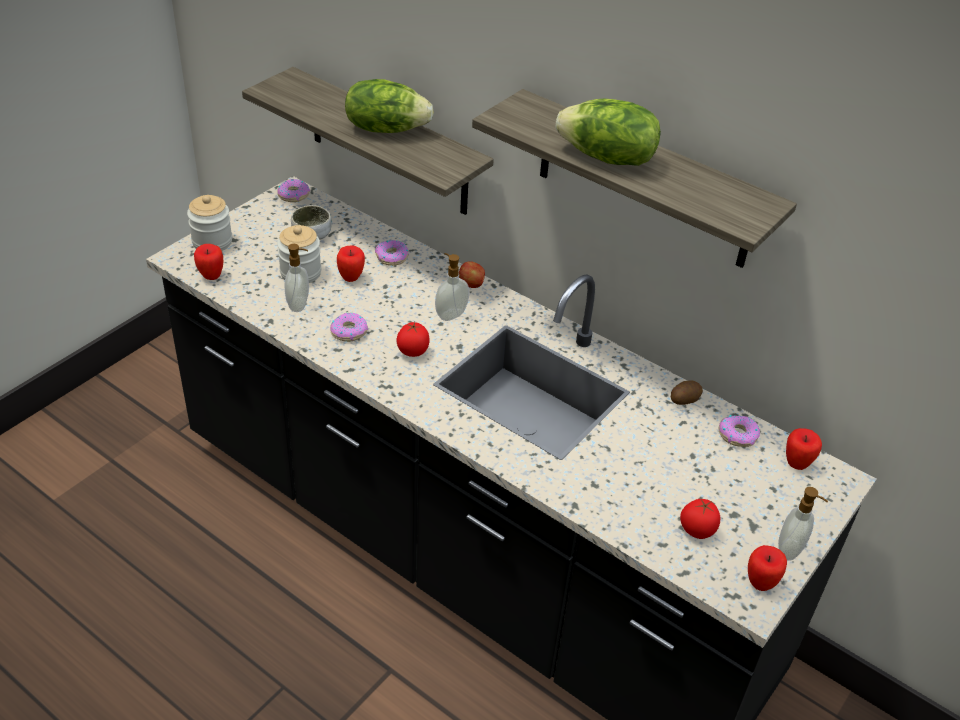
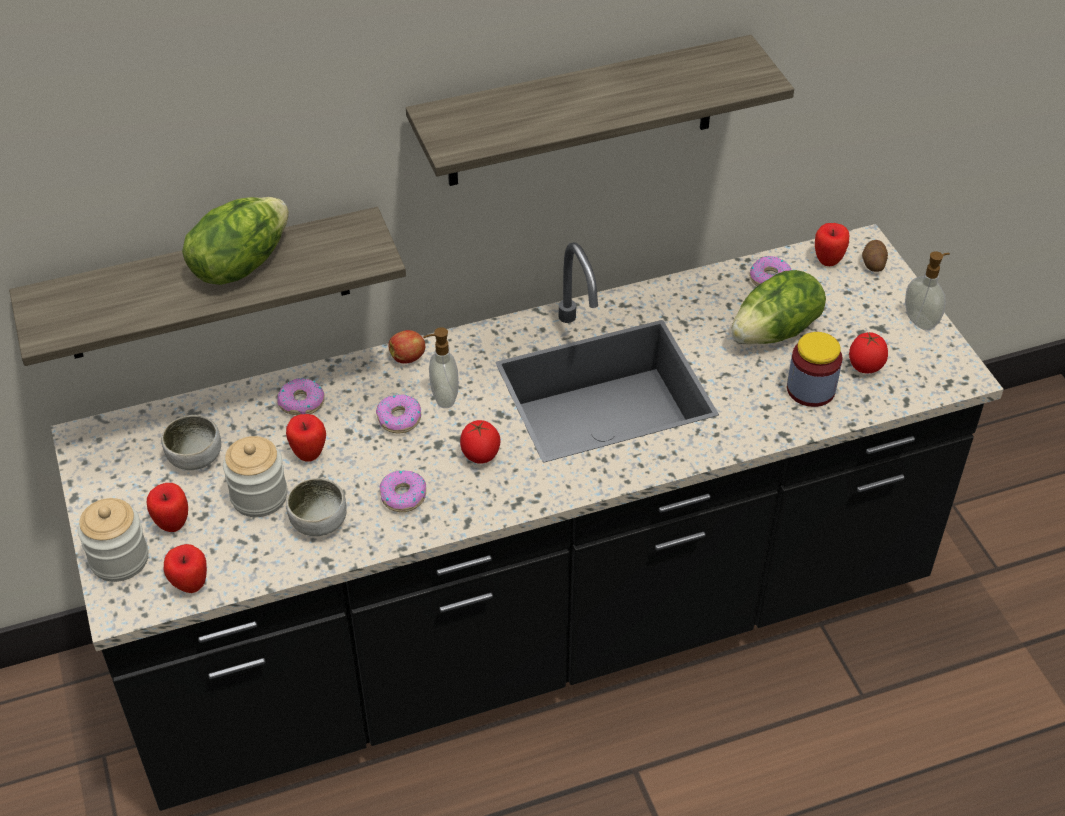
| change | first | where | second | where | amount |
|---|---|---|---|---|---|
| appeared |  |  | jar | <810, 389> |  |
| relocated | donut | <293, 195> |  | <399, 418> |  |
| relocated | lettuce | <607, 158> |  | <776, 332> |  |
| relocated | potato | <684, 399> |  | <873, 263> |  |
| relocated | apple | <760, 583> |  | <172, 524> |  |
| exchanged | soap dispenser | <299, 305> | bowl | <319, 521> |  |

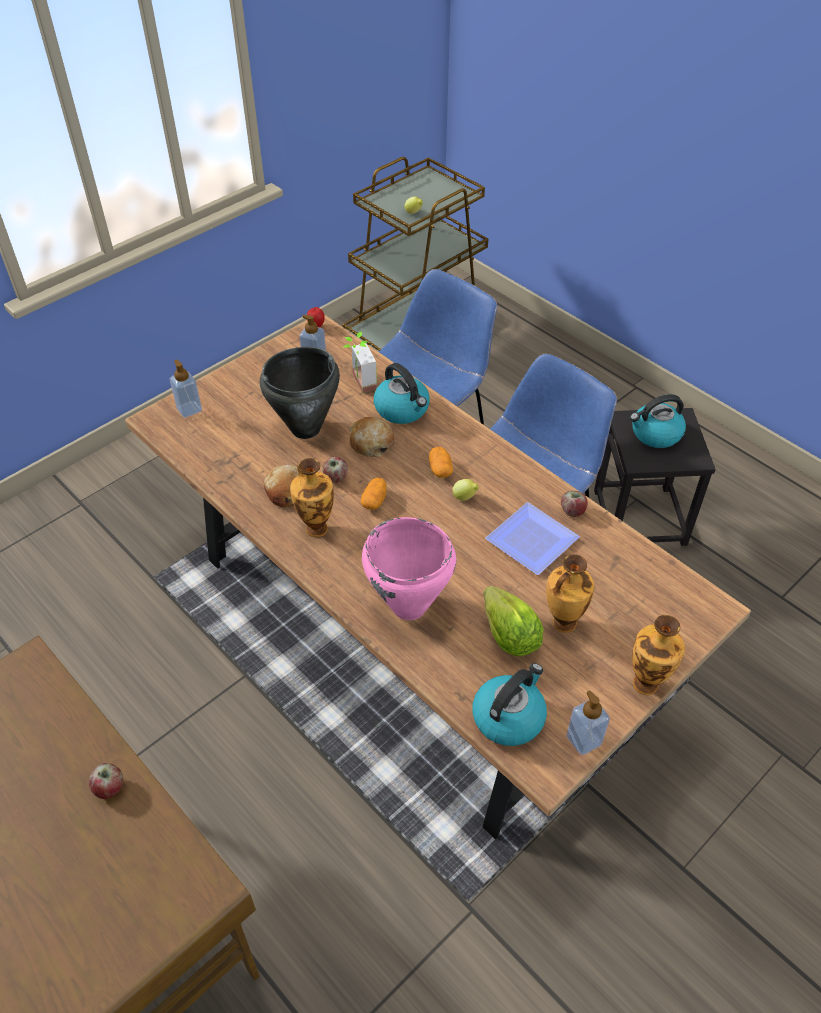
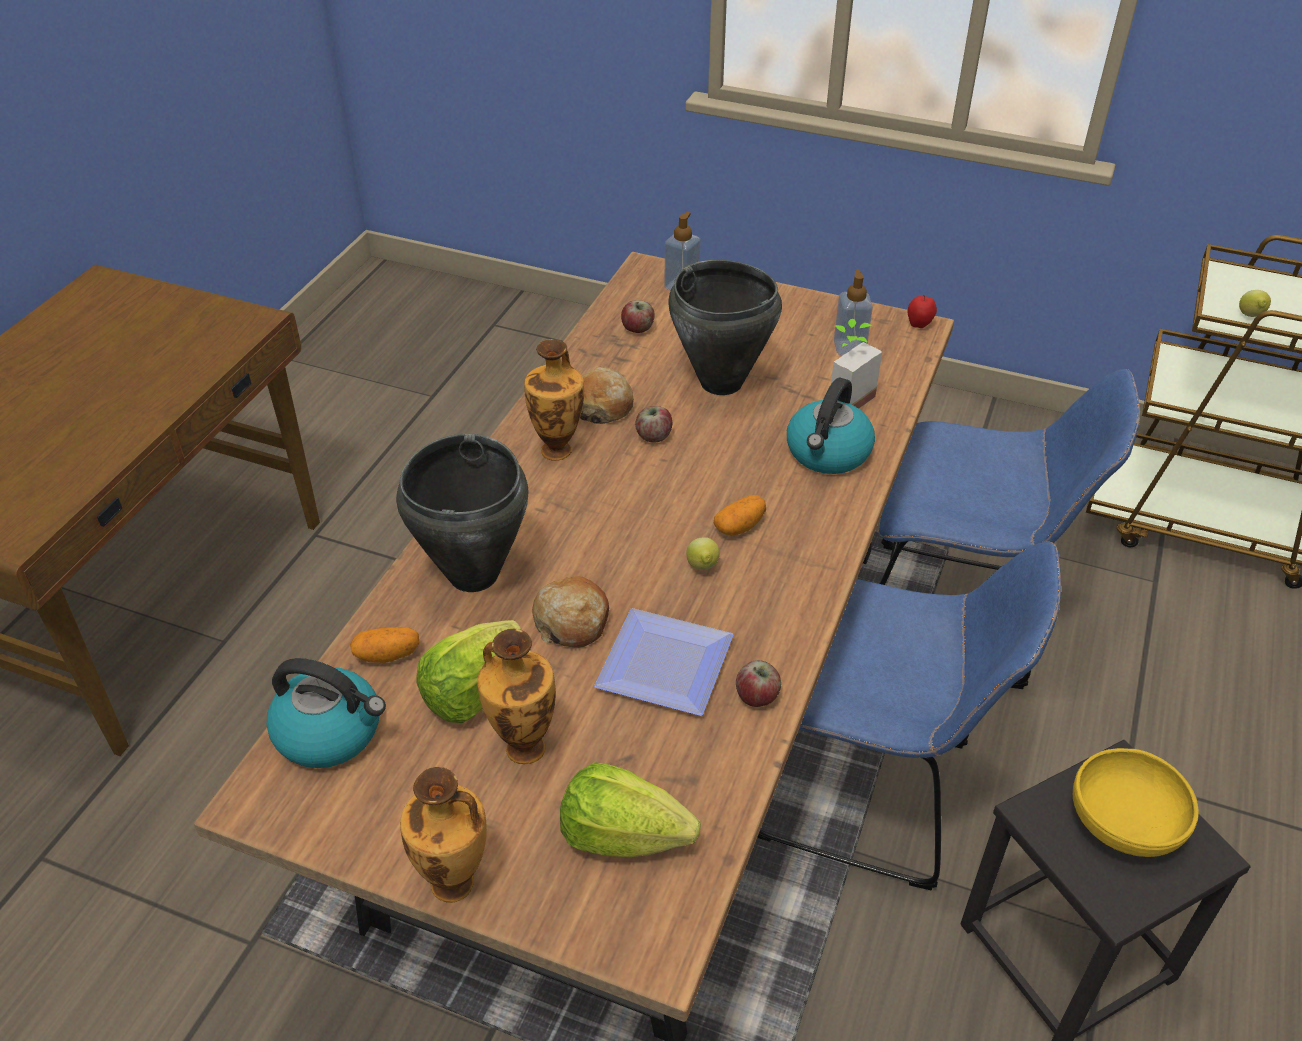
| change | first | where | second | where | amount |
|---|---|---|---|---|---|
| missing | soap dispenser | <584, 740> |  |  |  |
| appeared |  |  | lettuce | <623, 835> |  |
| relocated | apple | <110, 788> |  | <638, 329> |  |
| relocated | bread | <371, 442> |  | <572, 621> |  |
| relocated | potato | <374, 500> |  | <387, 654> |  |
| exchanged | kettle | <655, 434> | bowl (yellow) | <1125, 822> |  |
| colour | cooking pot (pink) | <409, 607> | cooking pot (black) | <472, 575> |  |

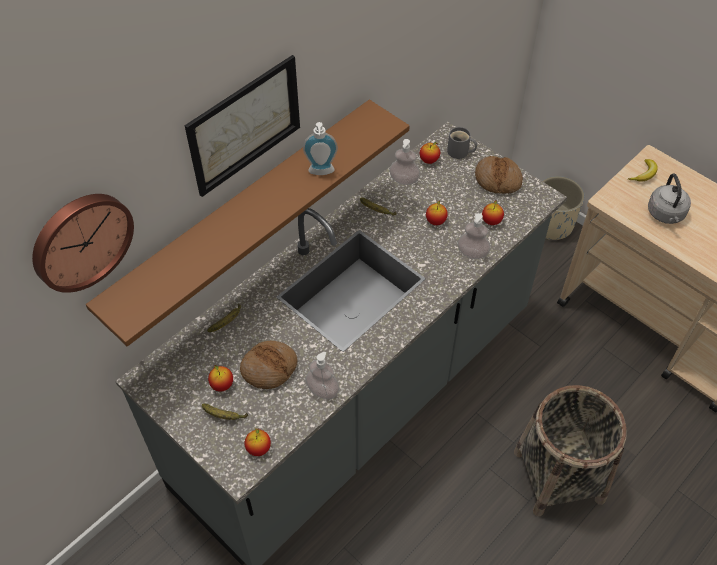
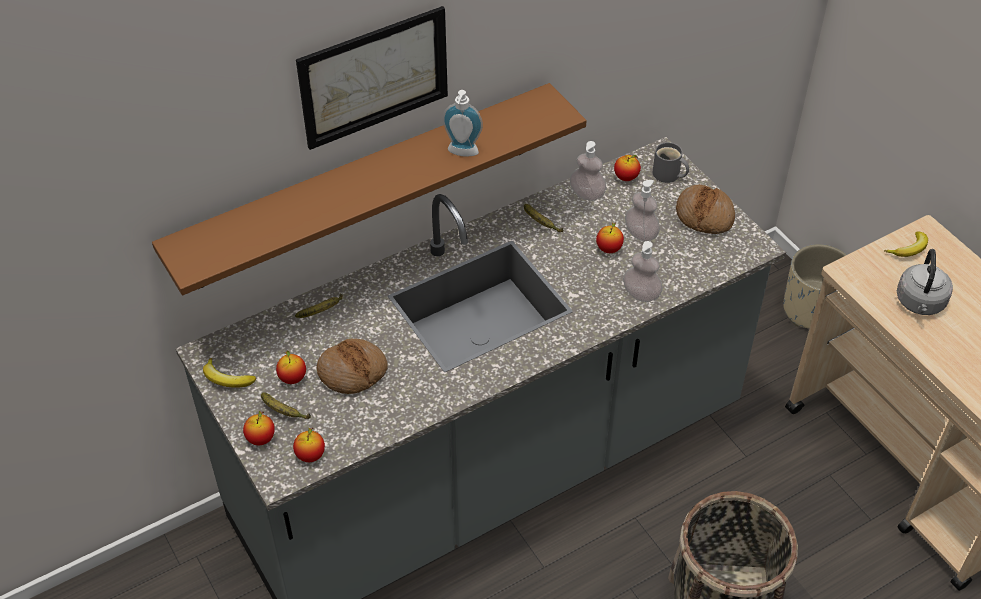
| change | first | where | second | where | amount |
|---|---|---|---|---|---|
| missing | wall clock | <80, 240> |  |  |  |
| appeared |  |  | banana | <227, 379> |  |
| relocated | soap dispenser | <322, 390> |  | <640, 233> |  |
| relocated | apple | <491, 221> |  | <261, 439> |  |

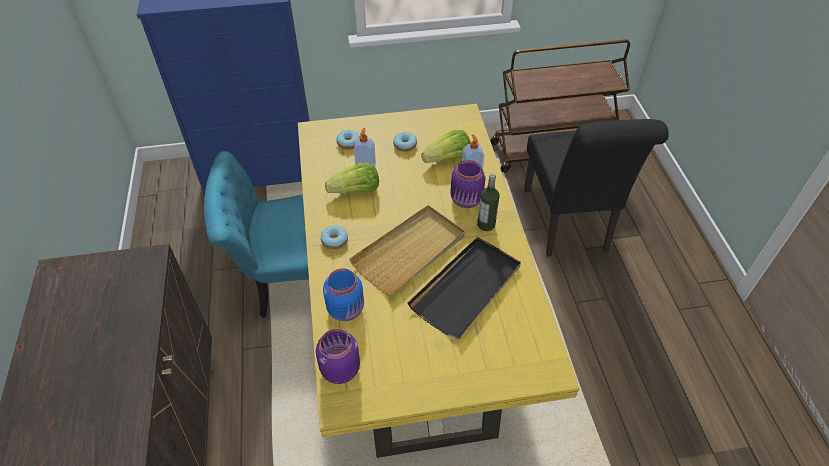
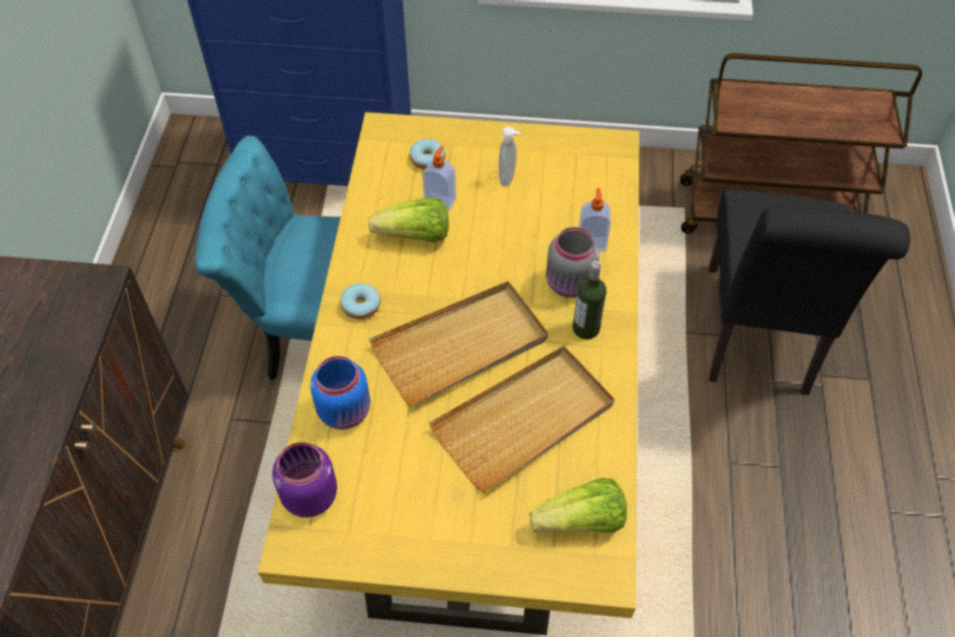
| change | first | where | second | where | amount |
|---|---|---|---|---|---|
| relocated | lettuce | <448, 159> |  | <582, 522> |  |
| exchanged | donut | <405, 145> | soap dispenser | <508, 178> |  |
| colour | tray (black) | <467, 288> | tray (beige) | <524, 420> |  |
| colour | jar (purple) | <466, 200> | jar (grey) | <570, 285> |  |

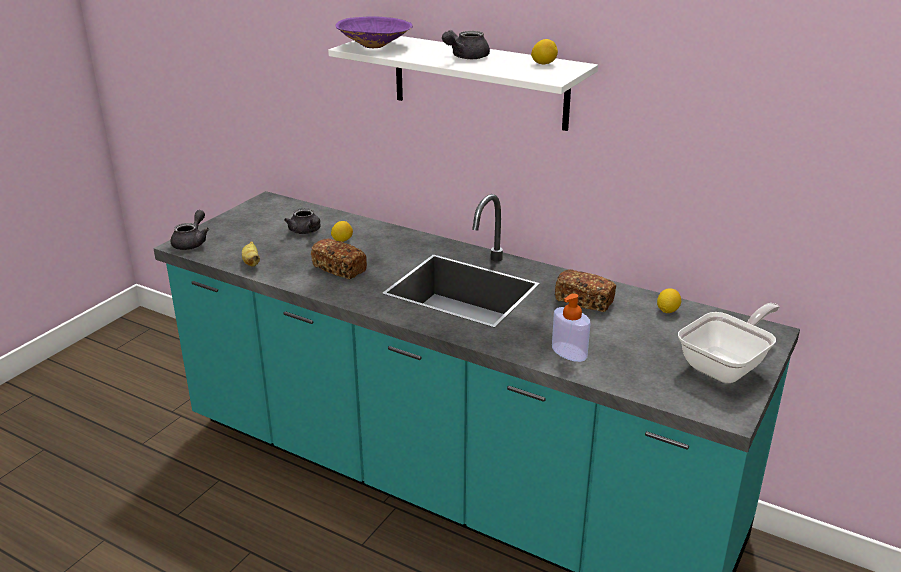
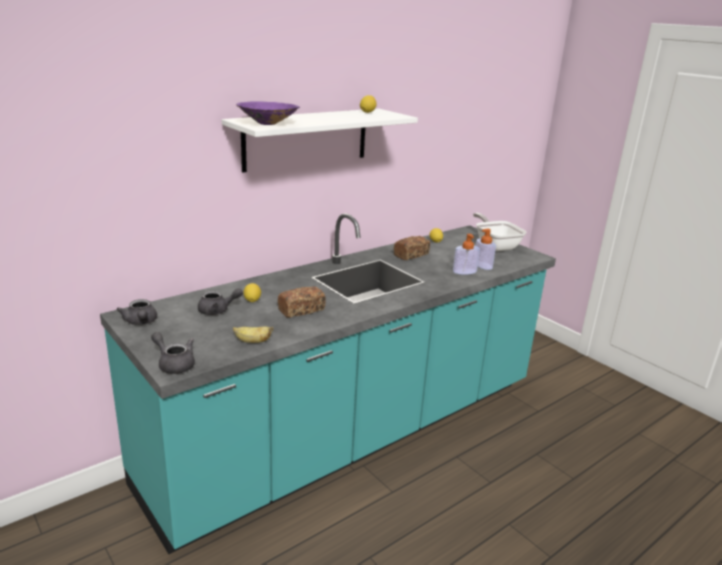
| change | first | where | second | where | amount |
|---|---|---|---|---|---|
| appeared |  |  | soap dispenser | <482, 265> |  |
| relocated | teapot (grey) | <465, 57> |  | <141, 322> |  |

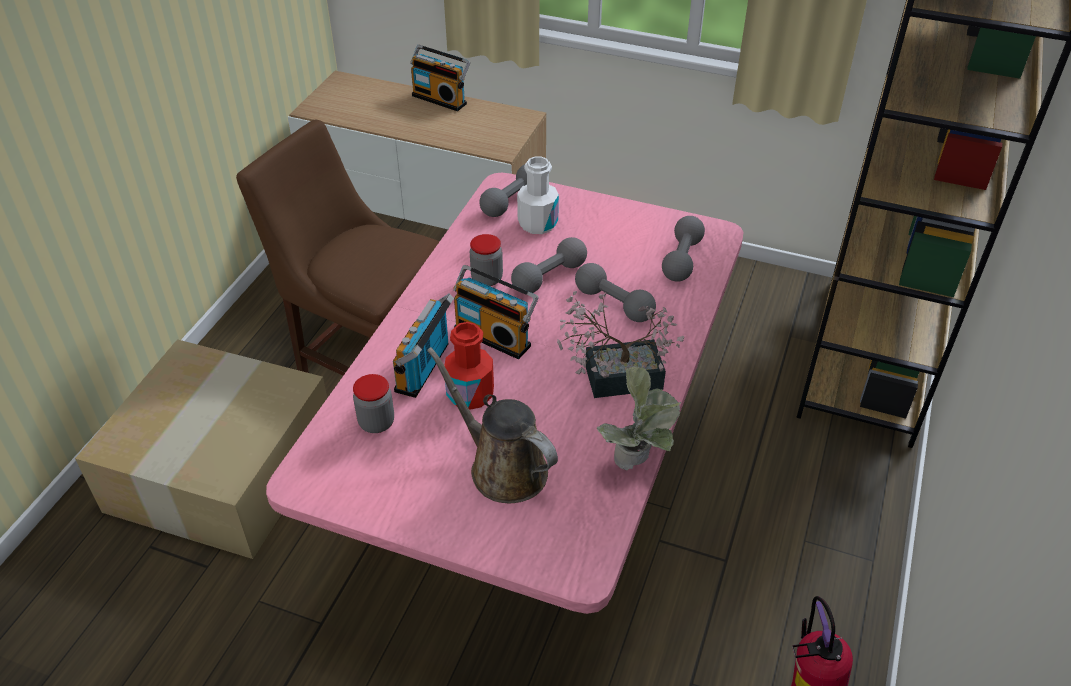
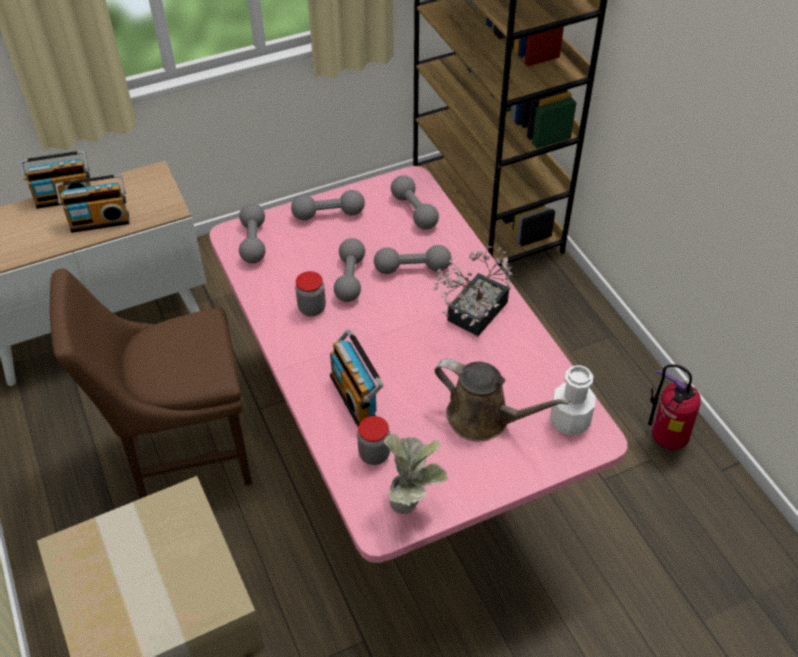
| change | first | where | second | where | amount |
|---|---|---|---|---|---|
| missing | bottle (red) | <470, 394> |  |  |  |
| appeared |  |  | dumbbell (grey) | <328, 214> |  |
| relocated | radio | <494, 335> |  | <100, 221> |  |
| relocated | bottle (white) | <537, 223> |  | <569, 421> |  |
| relocated | potted plant | <638, 464> |  | <412, 501> |  |
| spun | watering can (brown) | <502, 467> |  | <484, 418> | 150 degrees counterclockwise |

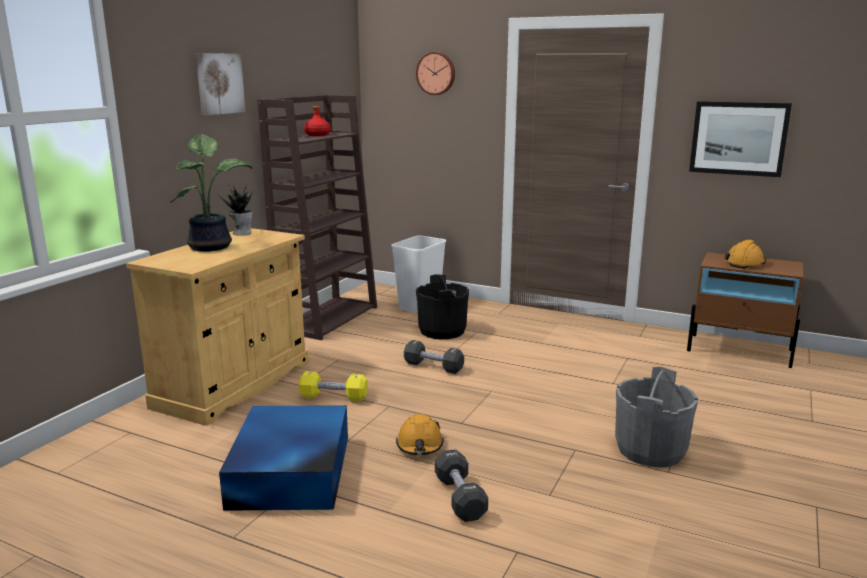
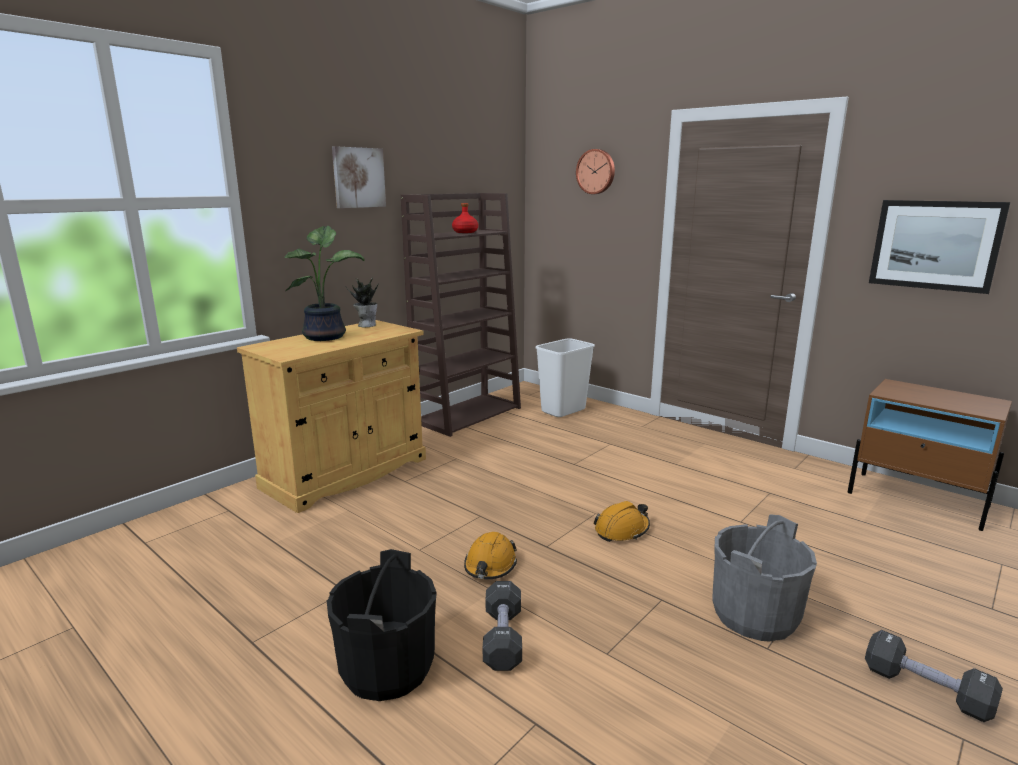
| change | first | where | second | where | amount |
|---|---|---|---|---|---|
| missing | storage box (blue) | <289, 472> |  |  |  |
| missing | dumbbell (yellow) | <333, 397> |  |  |  |
| relocated | dumbbell (black) | <433, 367> |  | <926, 690> |  |
| relocated | bucket (black) | <442, 331> |  | <387, 667> |  |
| relocated | hard hat (orange) | <744, 263> |  | <622, 530> |  |

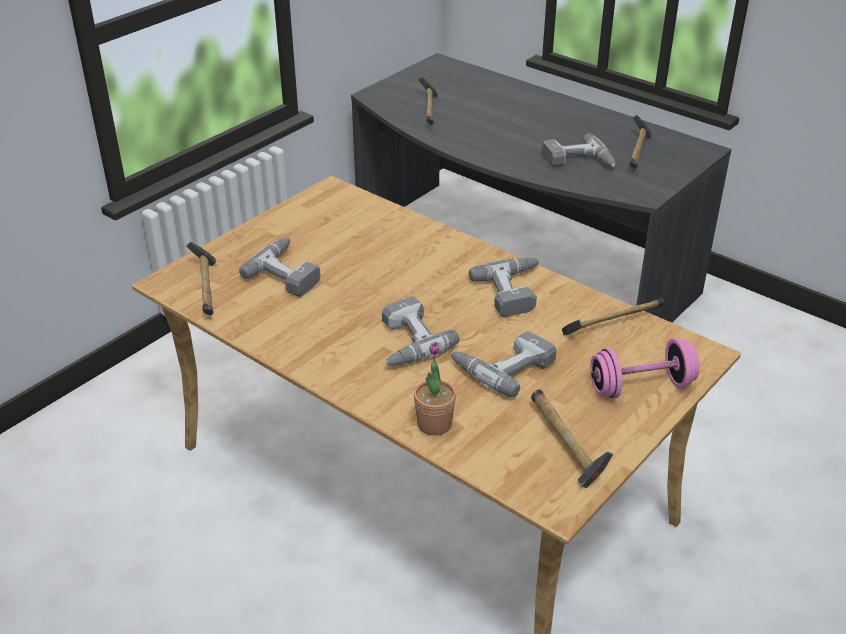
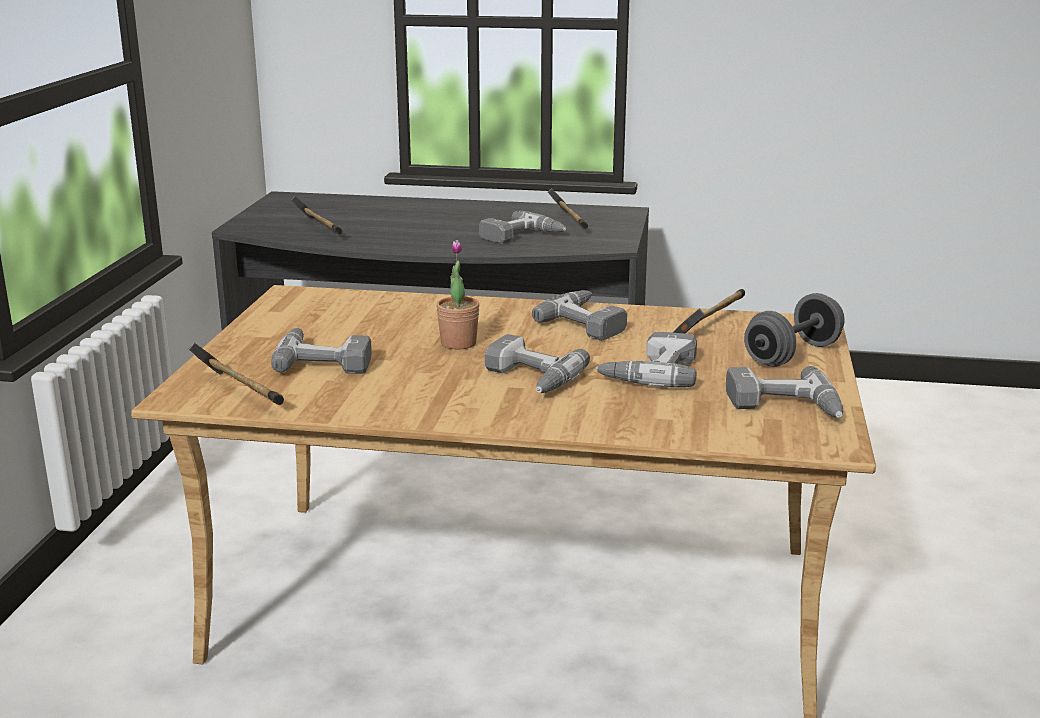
| change | first | where | second | where | amount |
|---|---|---|---|---|---|
| relocated | potted plant | <434, 424> |  | <458, 343> |  |
| exchanged | hammer | <565, 446> | power drill | <784, 407> |  |
| colour | dumbbell (pink) | <641, 387> | dumbbell (grey) | <792, 355> |  |

